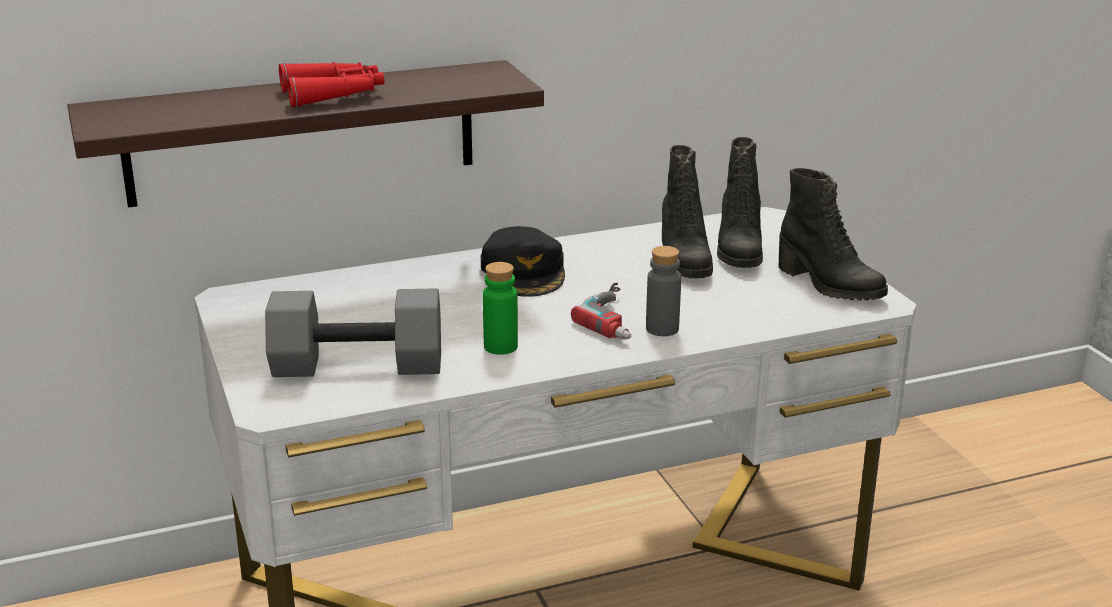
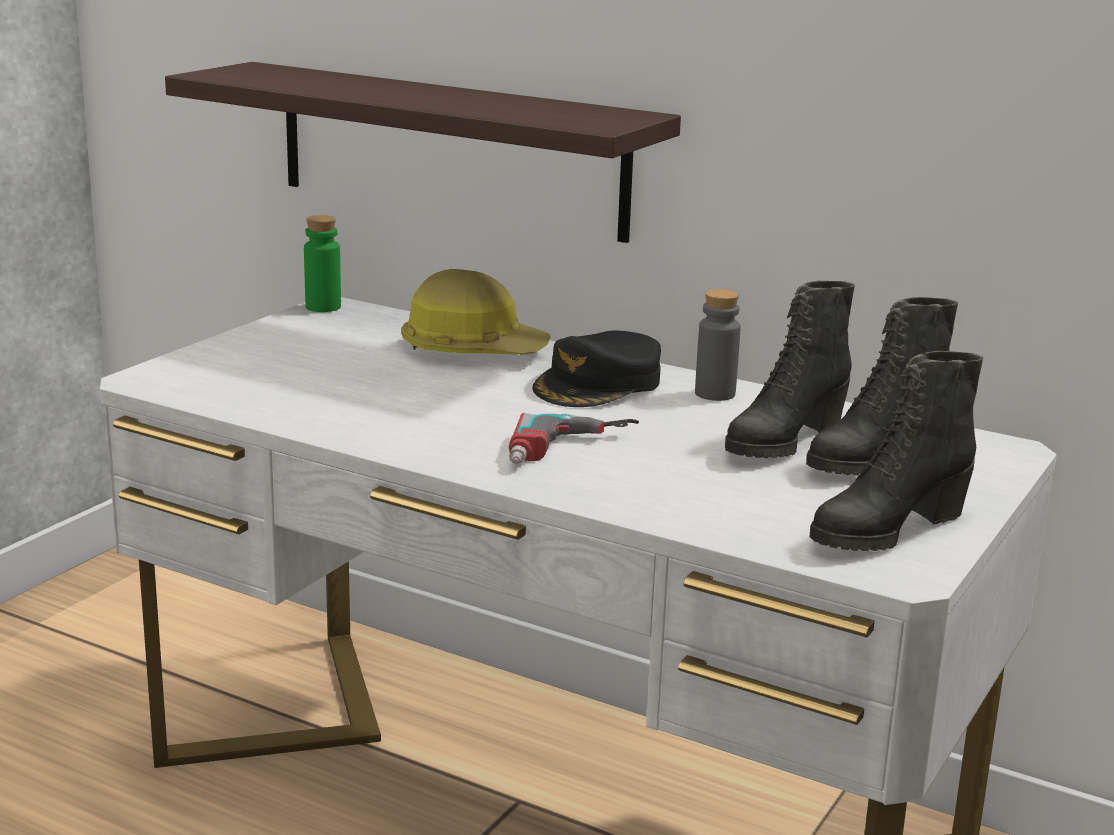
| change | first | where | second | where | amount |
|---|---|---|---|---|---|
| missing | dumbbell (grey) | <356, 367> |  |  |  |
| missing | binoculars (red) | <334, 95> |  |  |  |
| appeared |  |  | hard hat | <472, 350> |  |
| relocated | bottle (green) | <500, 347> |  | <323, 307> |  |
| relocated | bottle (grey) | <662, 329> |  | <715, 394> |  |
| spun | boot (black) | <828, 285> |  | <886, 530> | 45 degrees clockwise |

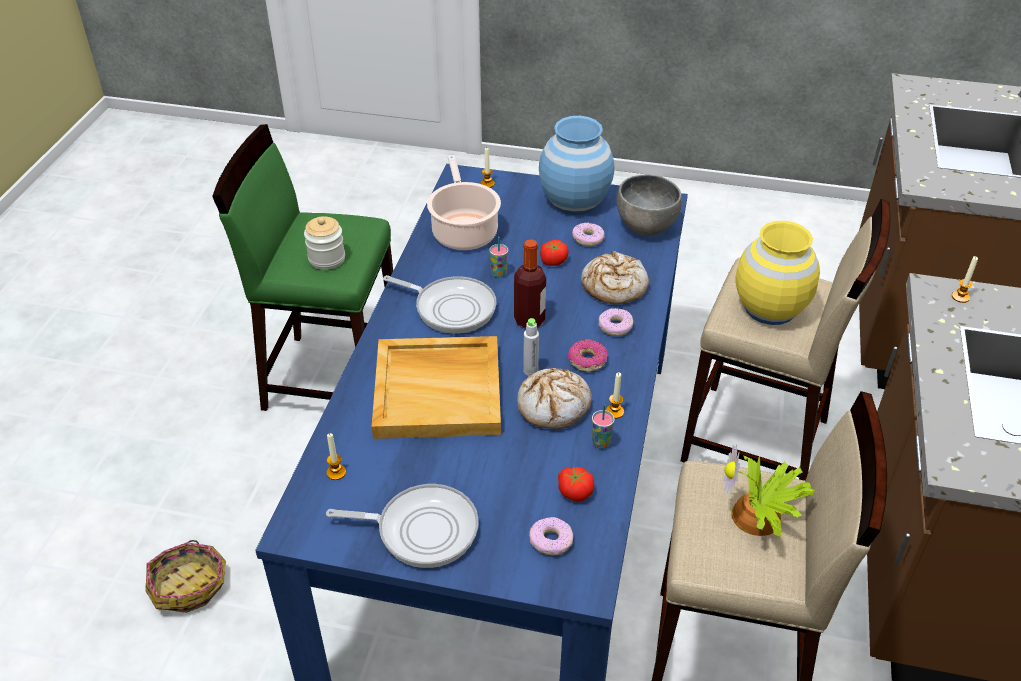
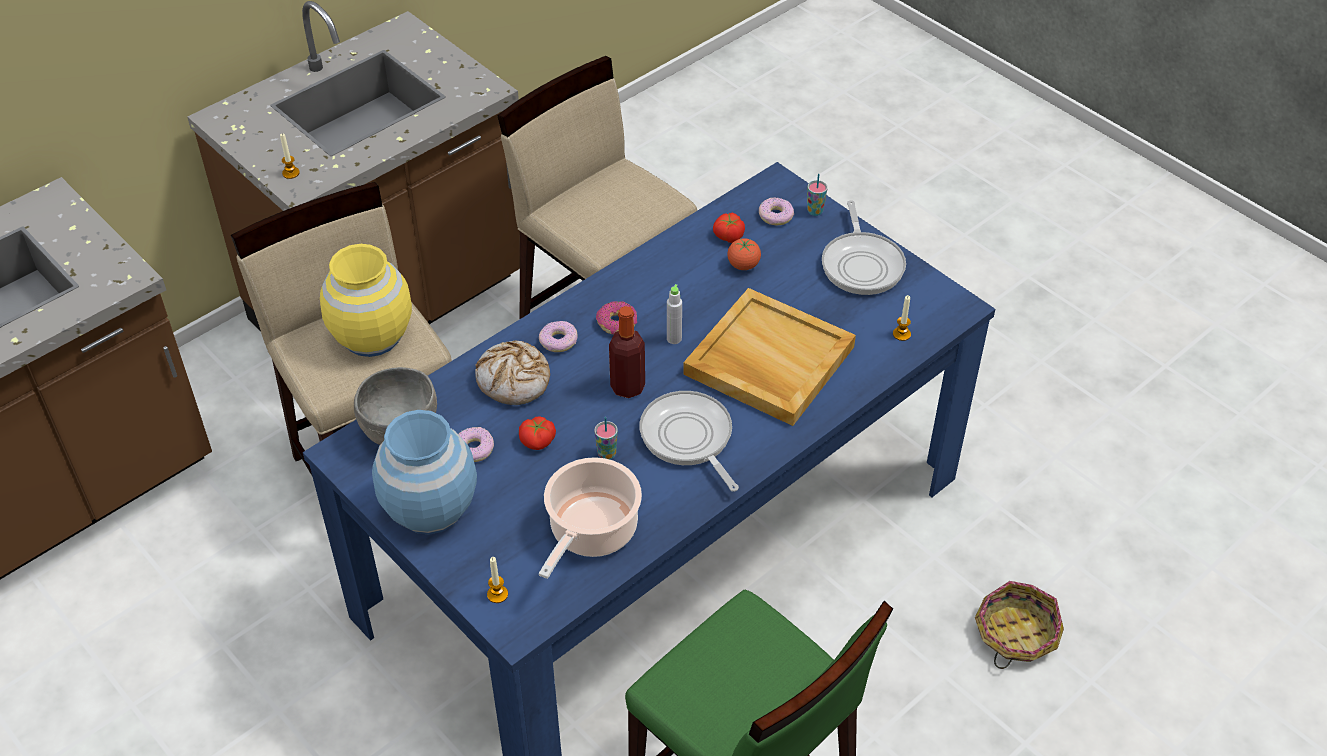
| change | first | where | second | where | amount |
|---|---|---|---|---|---|
| missing | jar | <327, 259> |  |  |  |
| missing | bread | <554, 405> |  |  |  |
| missing | candle | <614, 412> |  |  |  |
| missing | potted plant | <759, 518> |  |  |  |
| appeared |  |  | tomato | <743, 265> |  |
| relocated | cup | <601, 443> |  | <815, 211> |  |
| spun | frying pan | <421, 529> |  | <862, 264> | 135 degrees counterclockwise |

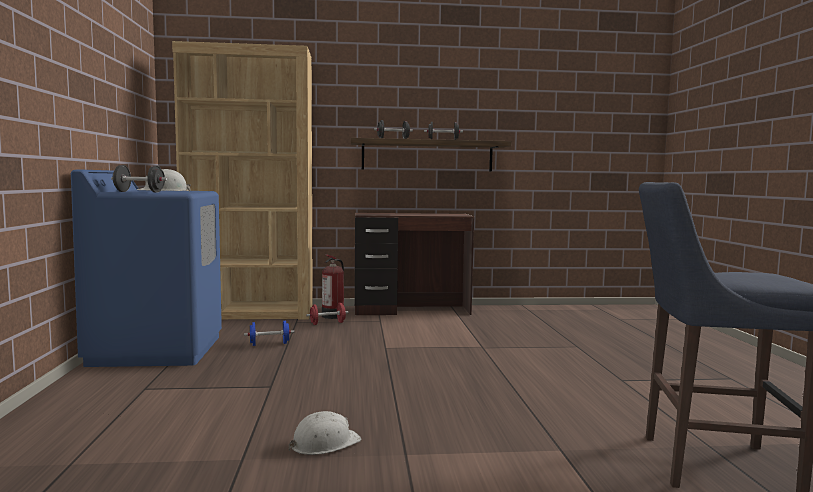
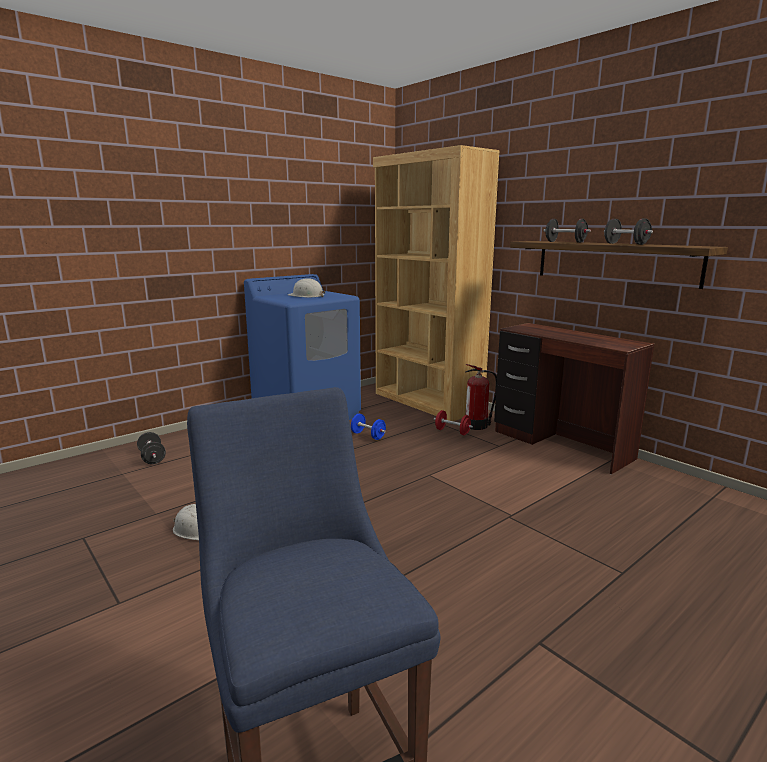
| change | first | where | second | where | amount |
|---|---|---|---|---|---|
| relocated | dumbbell (black) | <139, 192> |  | <152, 458> |  |

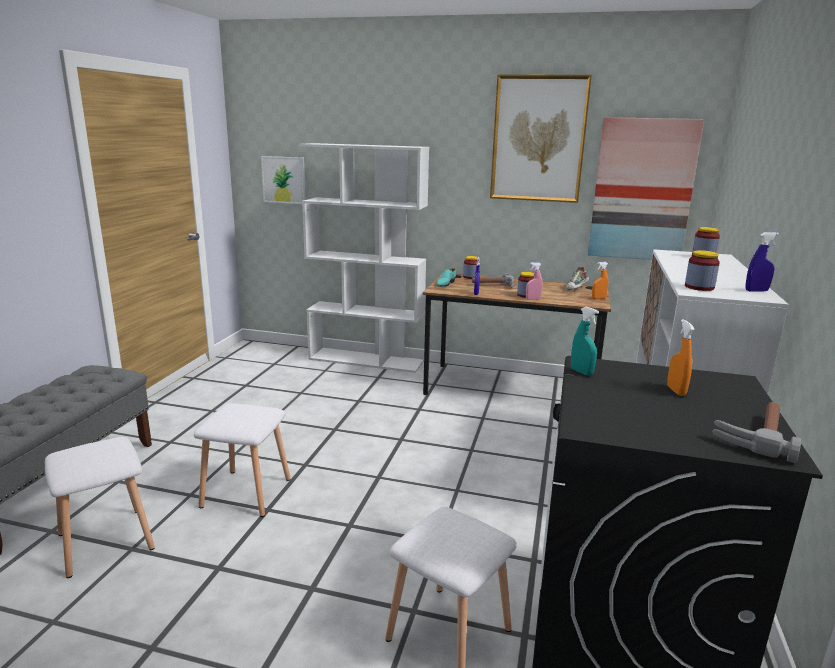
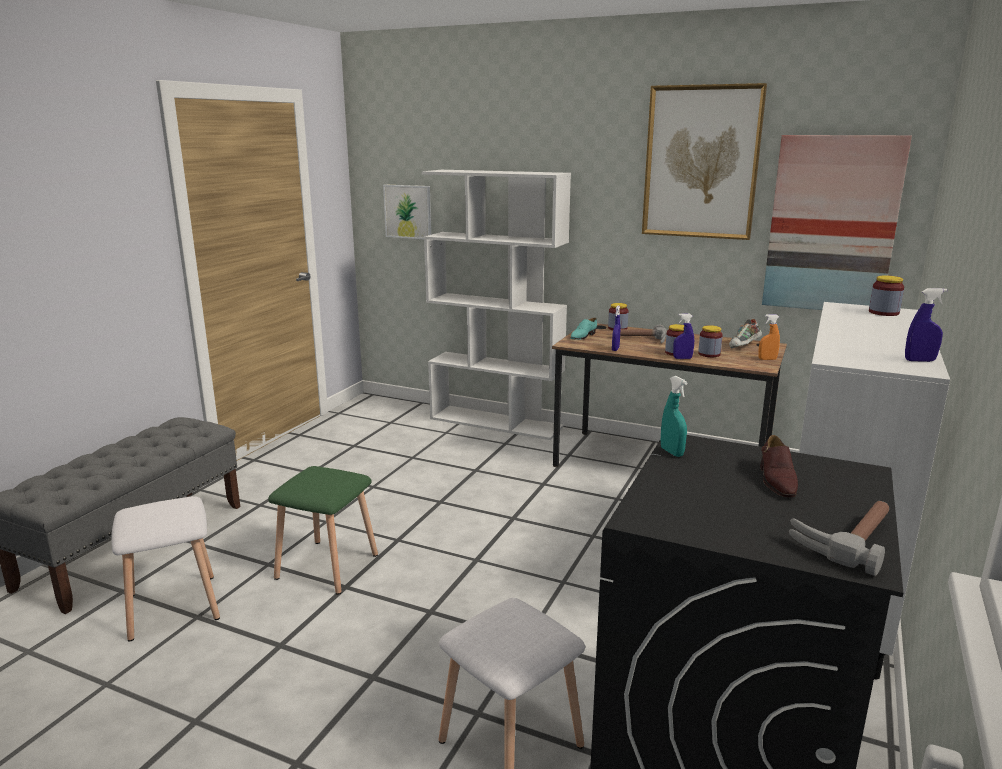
| change | first | where | second | where | amount |
|---|---|---|---|---|---|
| relocated | jar | <699, 287> |  | <709, 354> |  |
| exchanged | spray bottle (orange) | <676, 391> | shoe (brown) | <776, 480> |  |
| colour | stool (white) | <246, 491> | stool (green) | <327, 565> |  |
| colour | spray bottle (pink) | <533, 299> | spray bottle (blue) | <682, 358> |  |

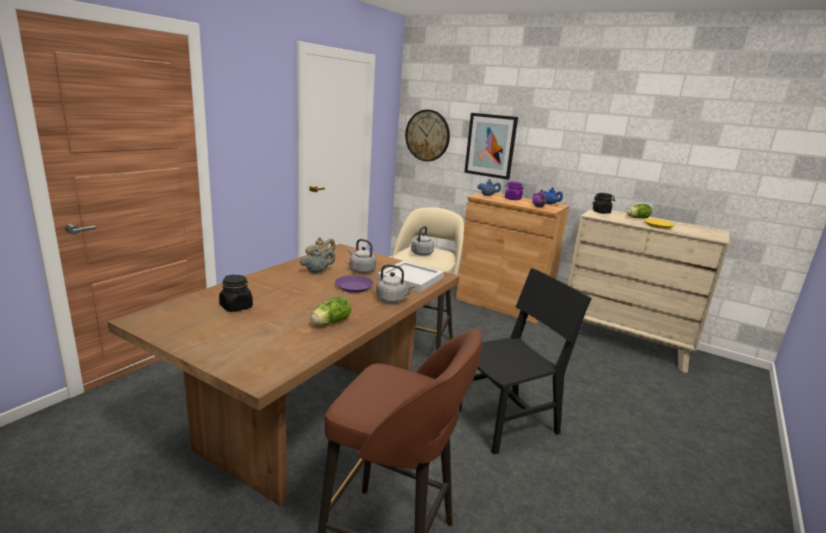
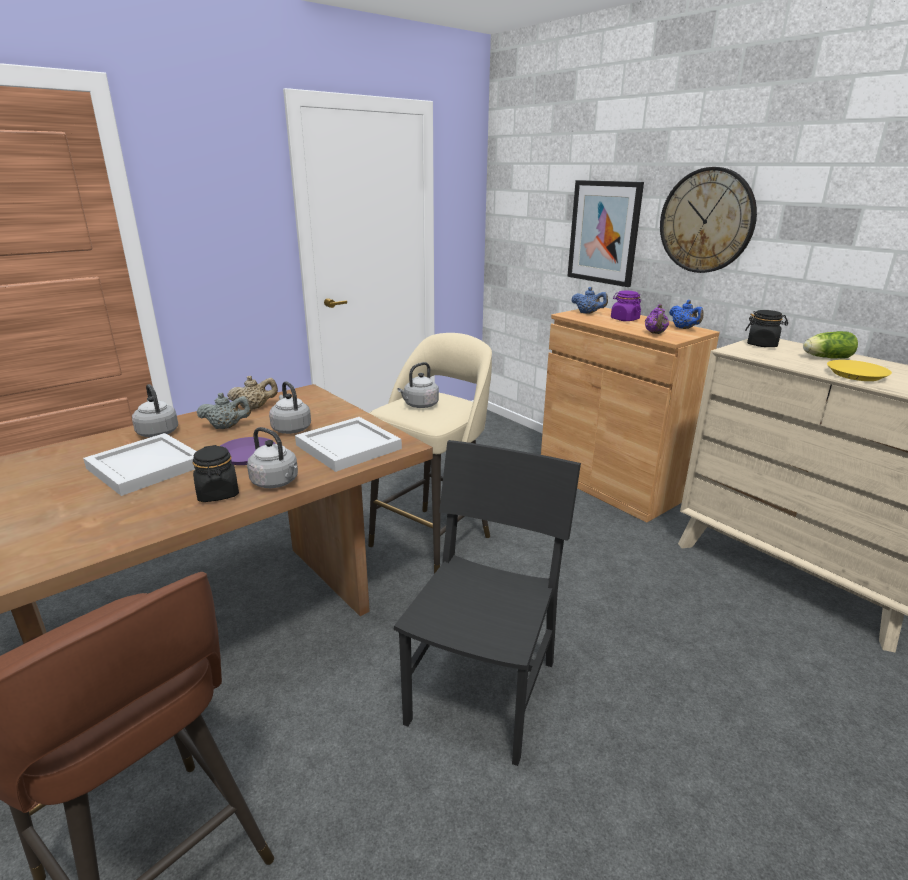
| change | first | where | second | where | amount |
|---|---|---|---|---|---|
| missing | lettuce | <329, 323> |  |  |  |
| appeared |  |  | tray (white) | <145, 468> |  |
| appeared |  |  | kettle (grey) | <157, 432> |  |
| relocated | jar (black) | <236, 307> |  | <218, 493> |  |
| relocated | wall clock | <427, 135> |  | <706, 221> |  |
| spun | chair (black) | <506, 422> |  | <483, 691> | 60 degrees counterclockwise |

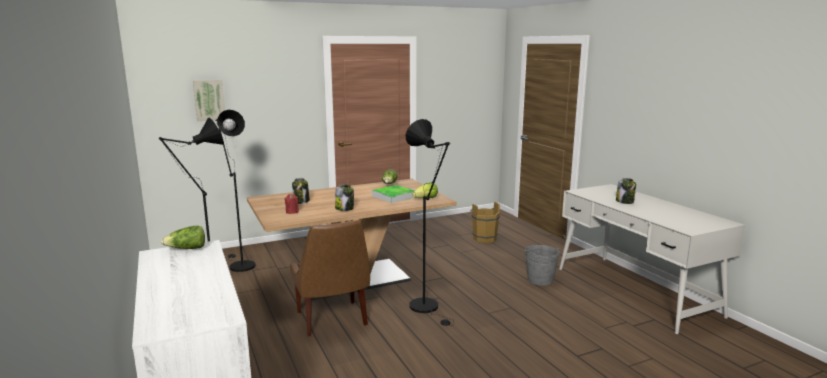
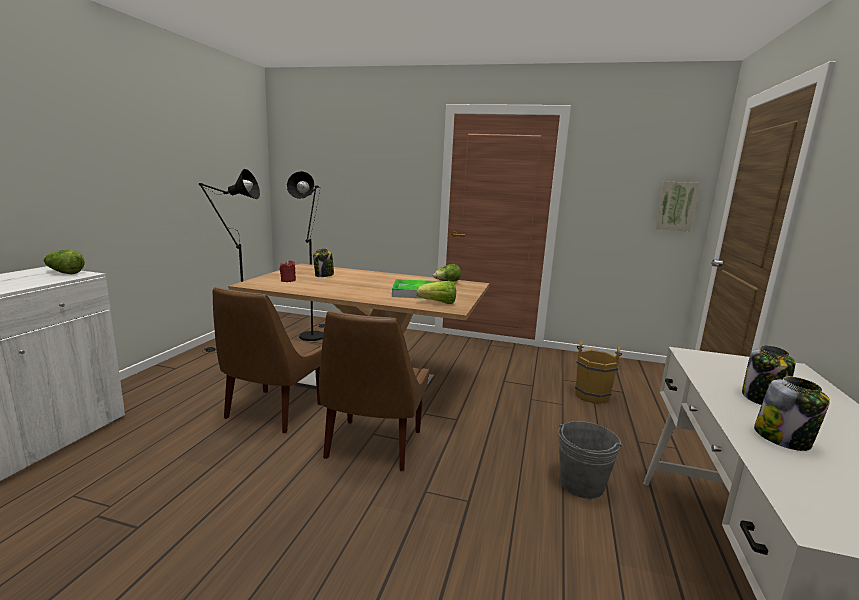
| change | first | where | second | where | amount |
|---|---|---|---|---|---|
| relocated | picture | <209, 100> |  | <676, 206> |  |
| relocated | jar | <344, 208> |  | <783, 439> |  |
| exchanged | floor lamp (black) | <428, 308> | chair (brown) | <372, 446> |  |

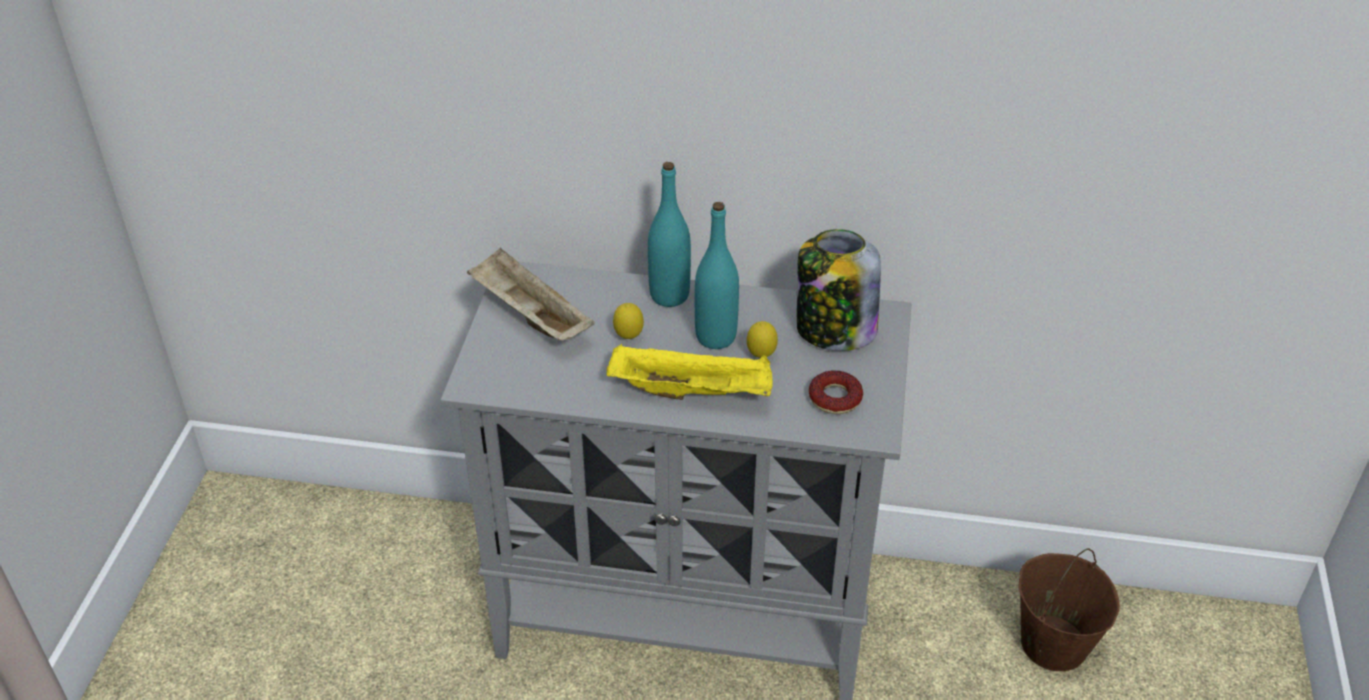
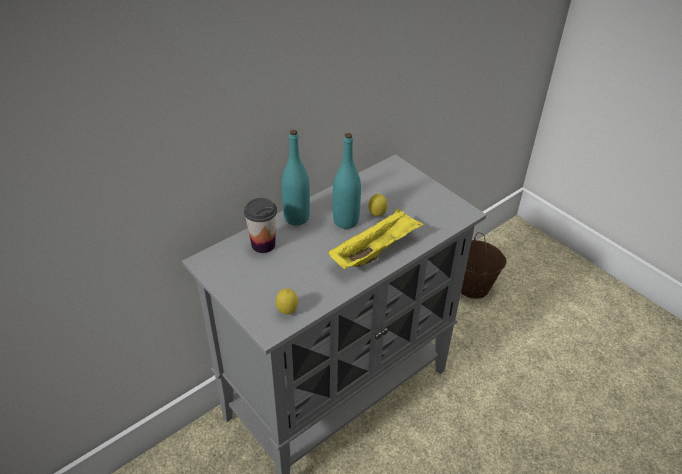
| change | first | where | second | where | amount |
|---|---|---|---|---|---|
| missing | tray (beige) | <529, 316> |  |  |  |
| missing | jar | <834, 330> |  |  |  |
| missing | donut | <835, 398> |  |  |  |
| appeared |  |  | cup | <263, 245> |  |
| relocated | lemon | <628, 337> |  | <287, 312> |  |

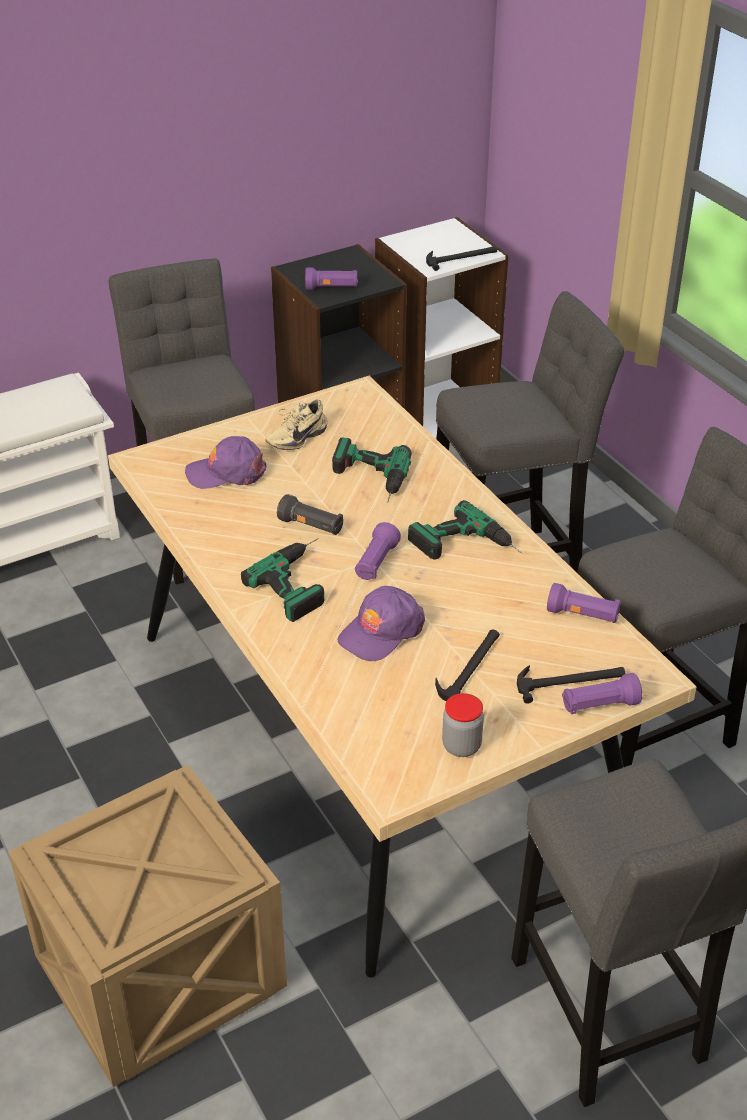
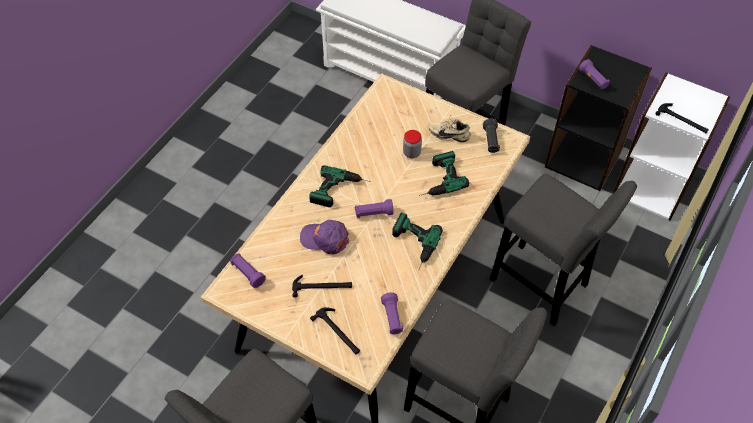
| change | first | where | second | where | amount |
|---|---|---|---|---|---|
| missing | crate | <157, 975> |  |  |  |
| missing | cap (purple) | <227, 472> |  |  |  |
| relocated | flashlight (black) | <311, 526> |  | <491, 141> |  |
| relocated | jar | <461, 746> |  | <411, 153> |  |
| relocated | flashlight (purple) | <599, 705> |  | <248, 273> |  |

